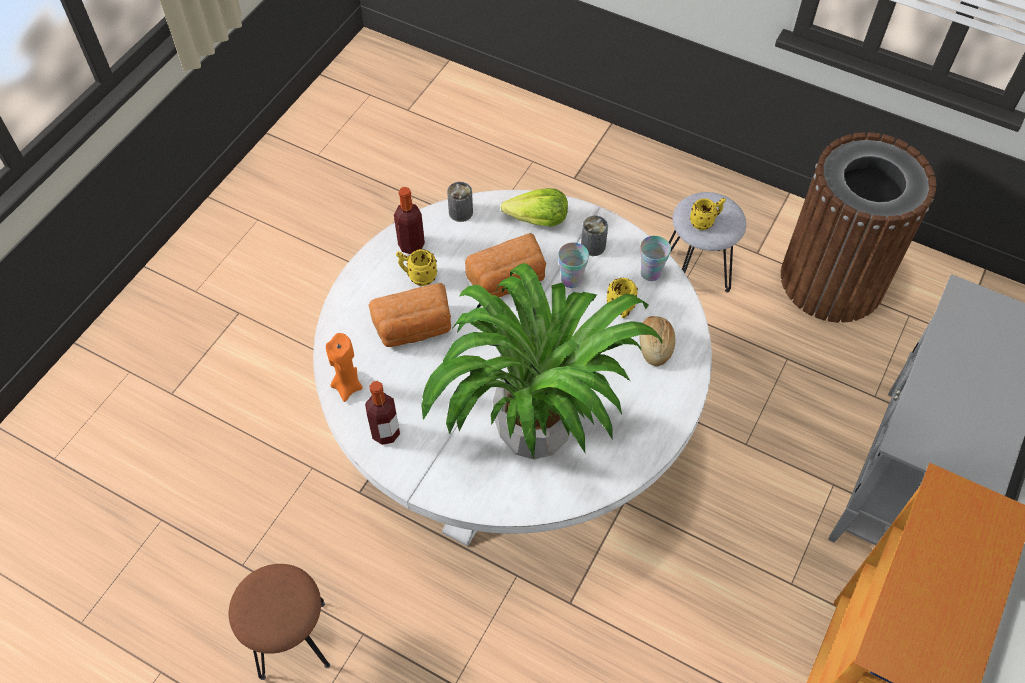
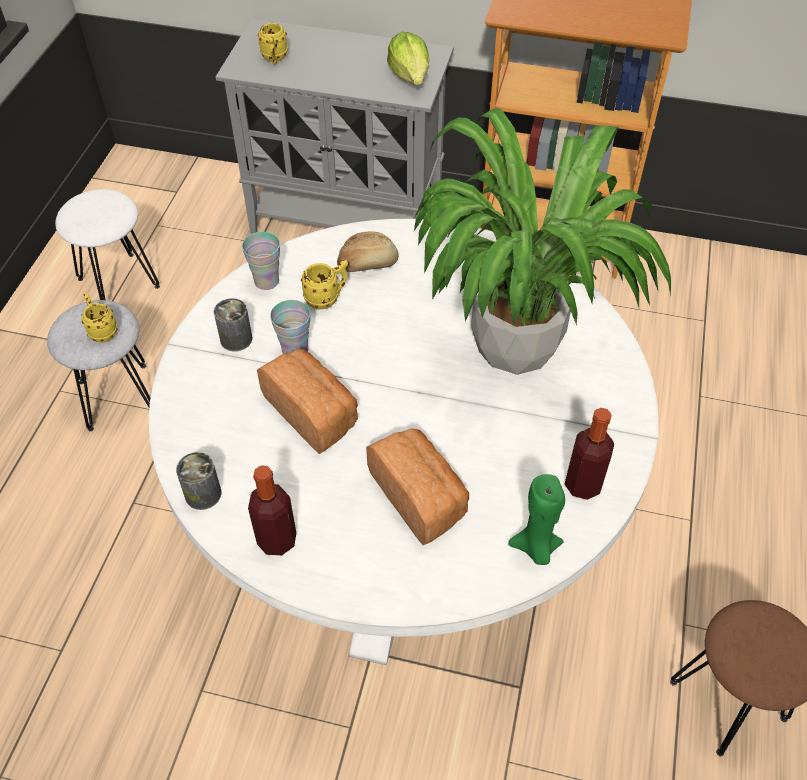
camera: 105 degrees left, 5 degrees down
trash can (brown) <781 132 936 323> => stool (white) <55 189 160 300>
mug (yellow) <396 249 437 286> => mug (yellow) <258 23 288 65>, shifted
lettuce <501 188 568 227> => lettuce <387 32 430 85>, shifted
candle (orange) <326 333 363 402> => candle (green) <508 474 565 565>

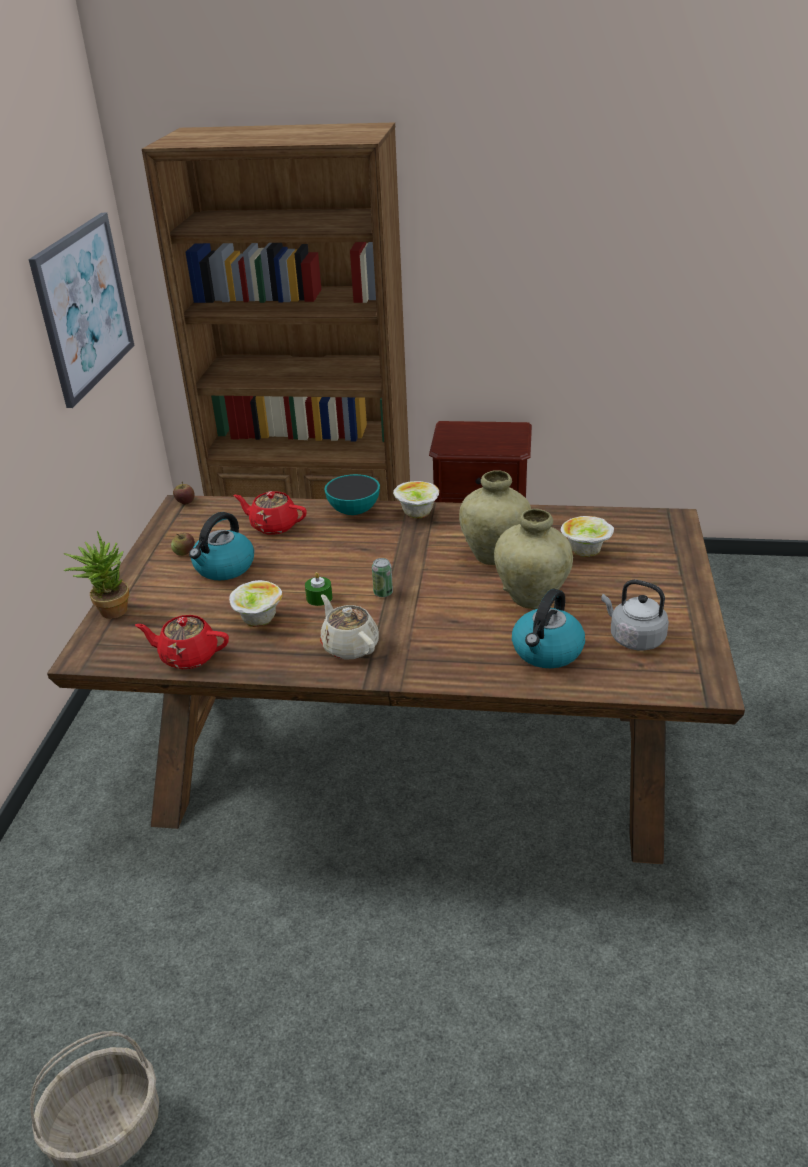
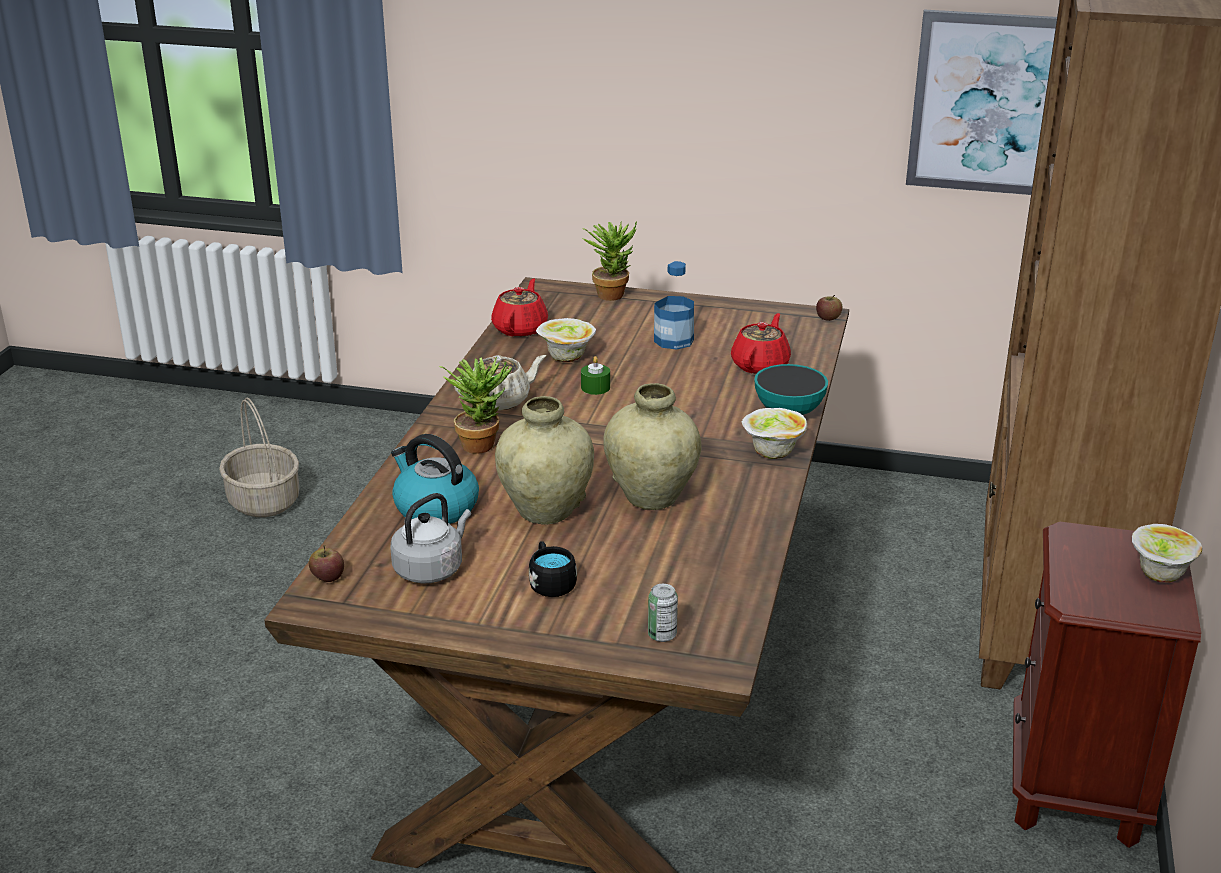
camera: 95 degrees right, 5 degrees down
apple <171 533 195 556> => apple <309 545 344 582>, shifted
nothing => potted plant <439 356 512 454>
nothing => mug (black) <529 541 577 597>
can <372 558 393 597> => can <648 584 678 642>, shifted
kettle <189 512 254 580> => bottle <654 261 694 350>
bowl <561 516 614 557> => bowl <1132 524 1202 582>, shifted

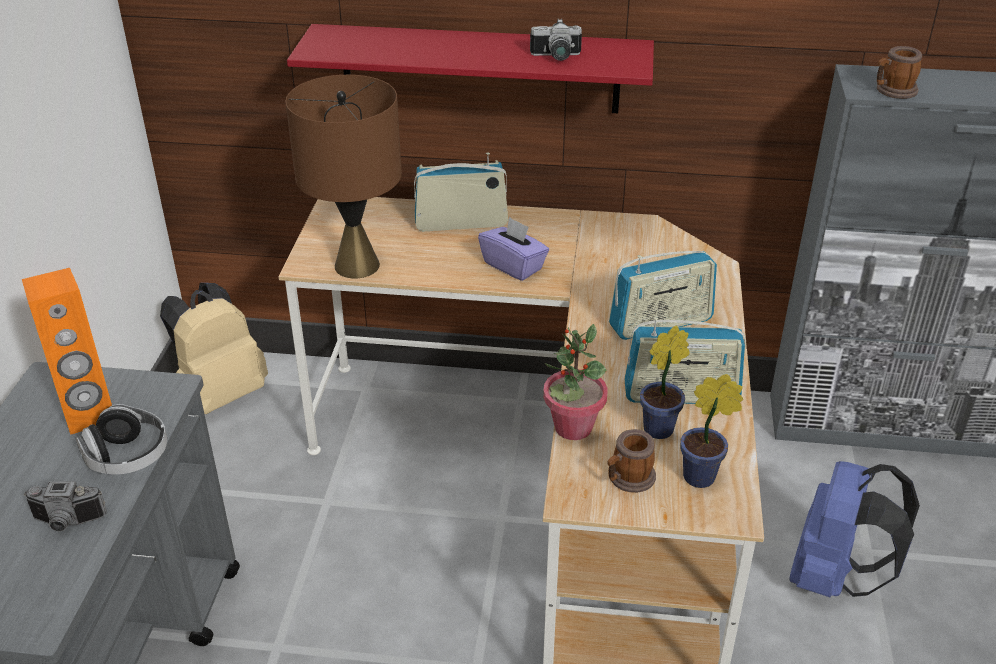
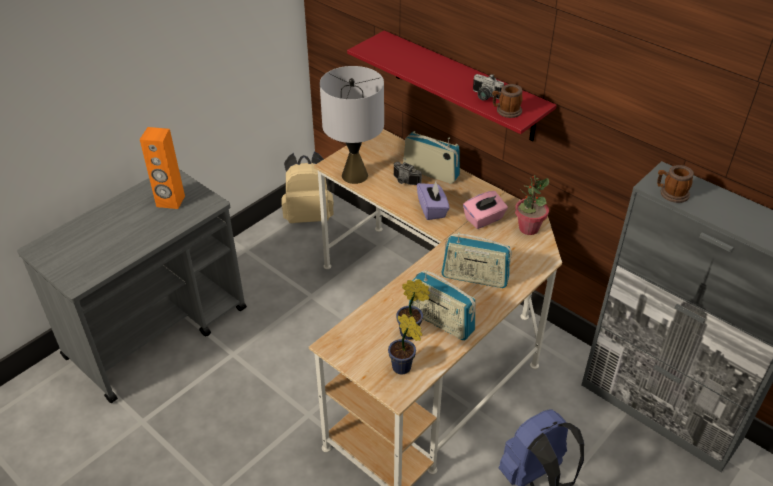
camera: 35 degrees right, 5 degrees up
table lamp (brown) <285 75 402 279> => table lamp (grey) <320 66 384 184>
photo camera <24 481 107 531> => photo camera <393 162 422 185>, shifted
nothing => tissue box (pink) <463 191 508 229>
mug <607 429 656 493> => mug <492 84 523 118>, shifted
potted plant <543 324 608 440> => potted plant <515 175 549 235>, shifted
headphones <76 404 167 475> => nothing

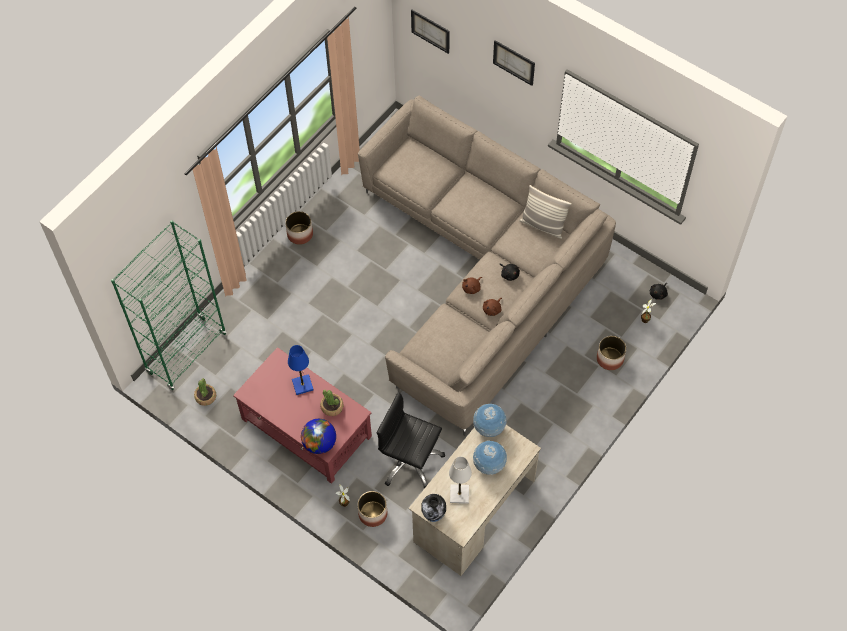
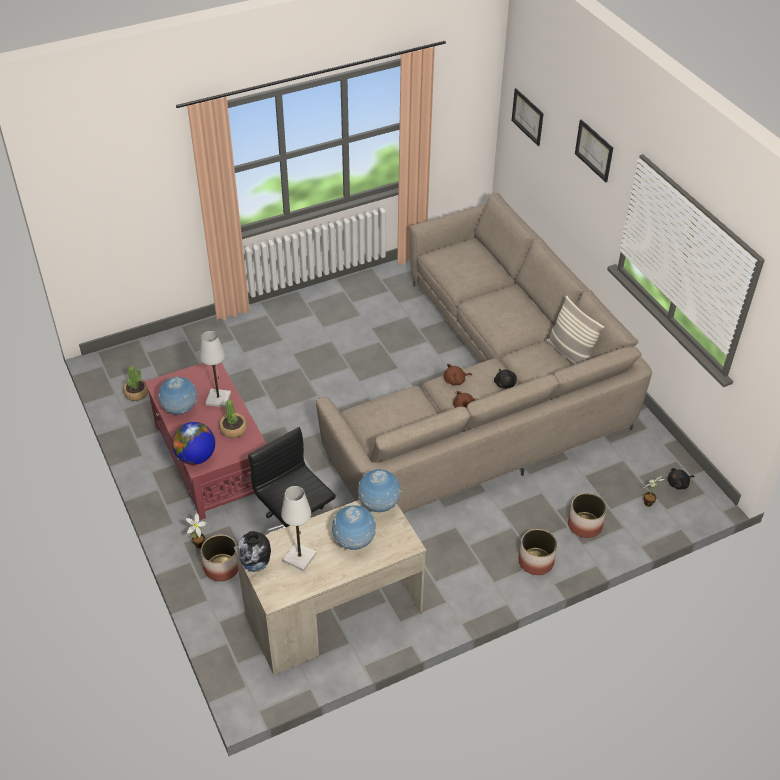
camera: 25 degrees right, 15 degrees down
nothing => globe <158 377 197 415>
table lamp (blue) <288 345 314 395> => table lamp (white) <200 331 231 408>
planter <285 211 313 245> => planter <519 529 557 575>, shifted
bookcase (green) <111 220 226 391> => nothing

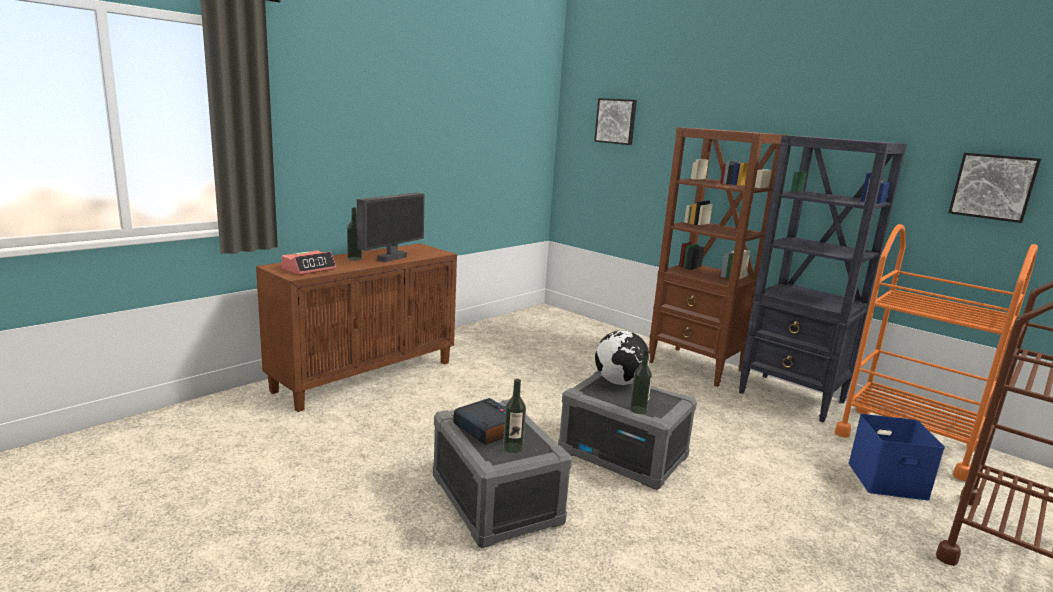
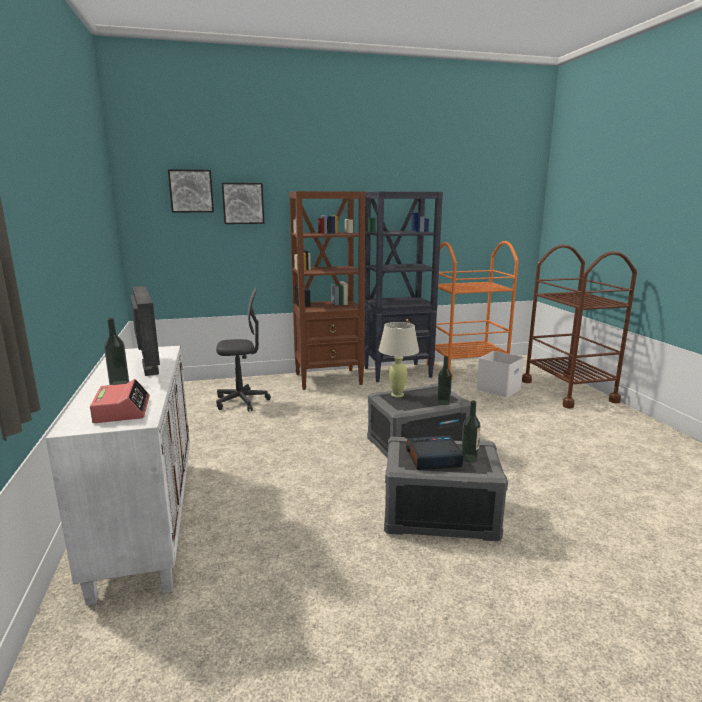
camera: 55 degrees left, 0 degrees up
cabinet (brown) <256 243 457 412> => cabinet (white) <46 346 190 606>
nothing => office chair (grey) <216 287 271 412>
picture <948 153 1041 223> => picture <222 183 264 224>, shifted
globe <595 330 650 385> => table lamp (beige) <379 322 419 397>
storage box (blue) <848 414 945 501> => storage box (white) <476 351 524 398>

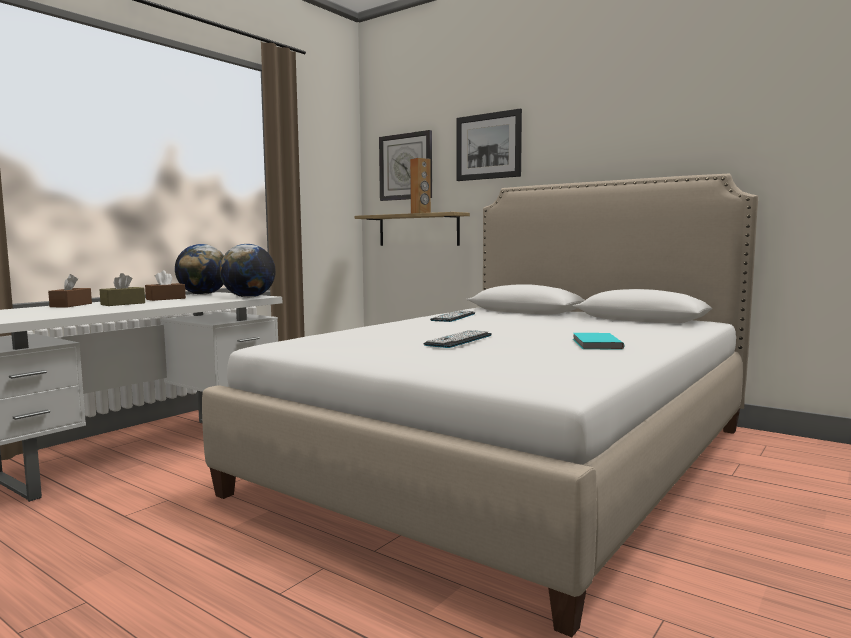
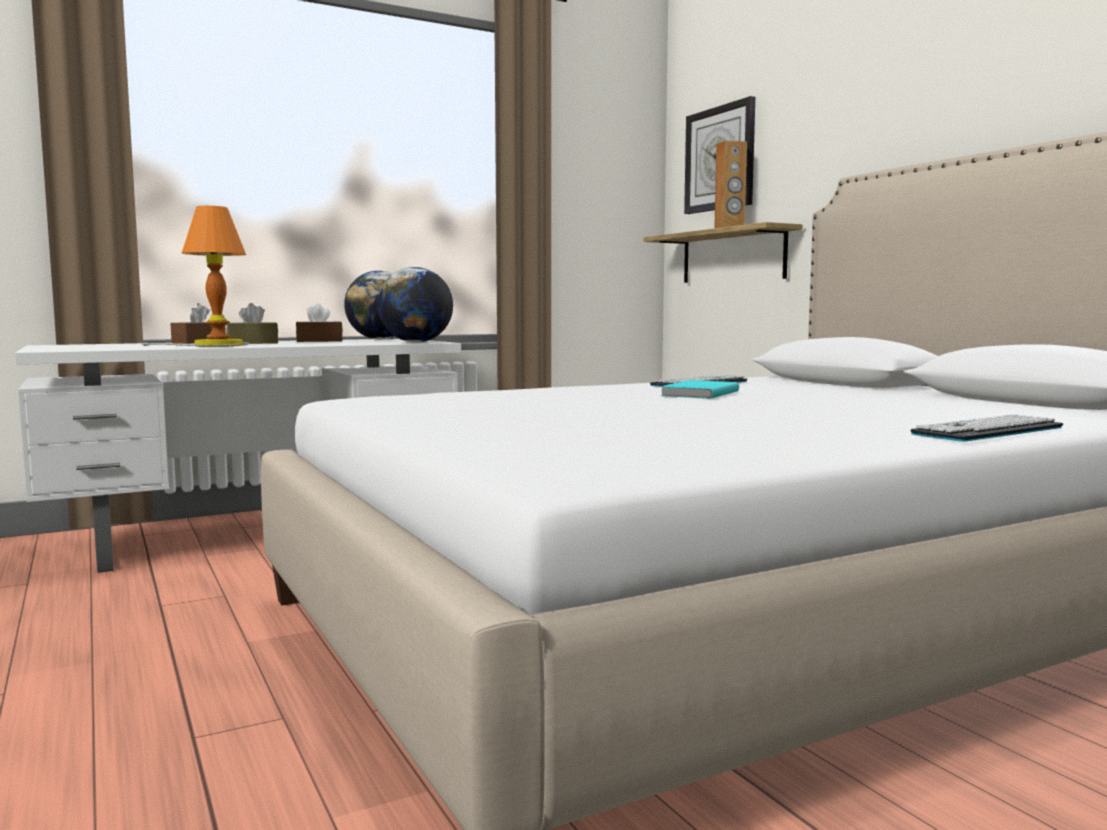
camera: 25 degrees right, 0 degrees up
nothing => table lamp <143 206 249 347>
book (turquoise) <573 333 624 350> => book (turquoise) <660 380 739 399>, shifted
keyboard <424 330 492 348> => keyboard <910 414 1063 442>, shifted
picture <457 108 522 181> => nothing

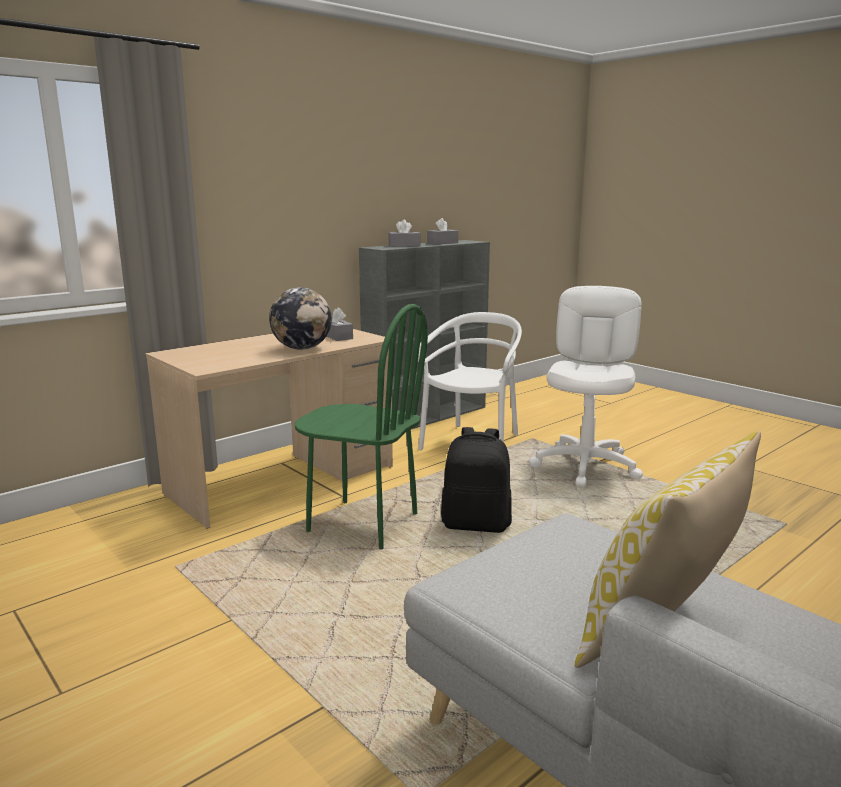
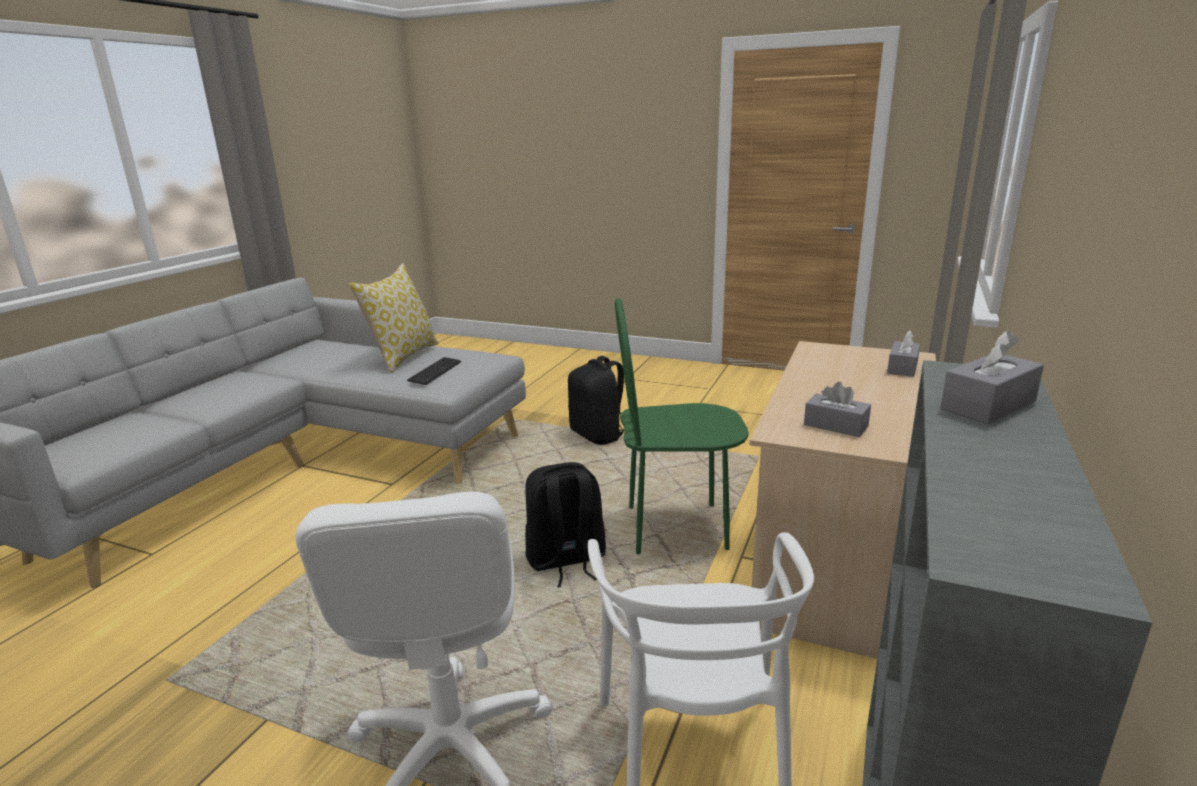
camera: 155 degrees right, 5 degrees up
nothing => keyboard <407 357 461 385>
nothing => backpack (black) <568 356 625 445>
tissue box (grey) <427 218 458 245> => tissue box (grey) <887 330 920 377>, shifted
globe <269 287 332 350> => nothing

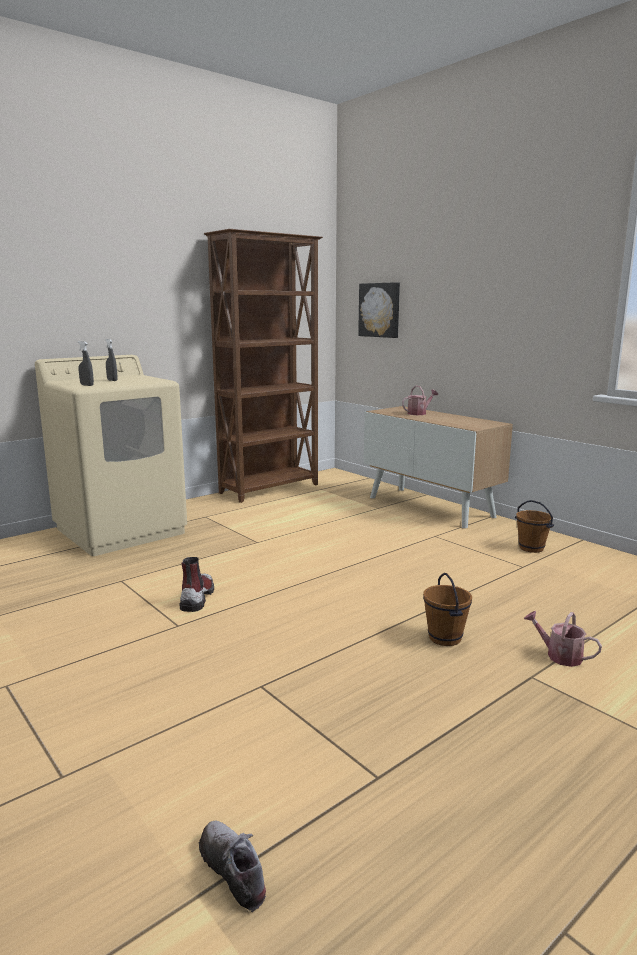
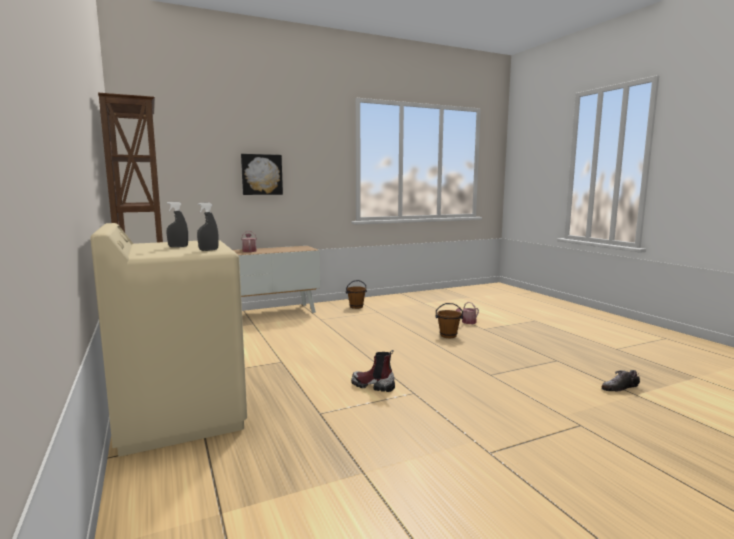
camera: 75 degrees left, 5 degrees down
picture <358 282 400 338> => picture <241 154 283 195>, shifted

